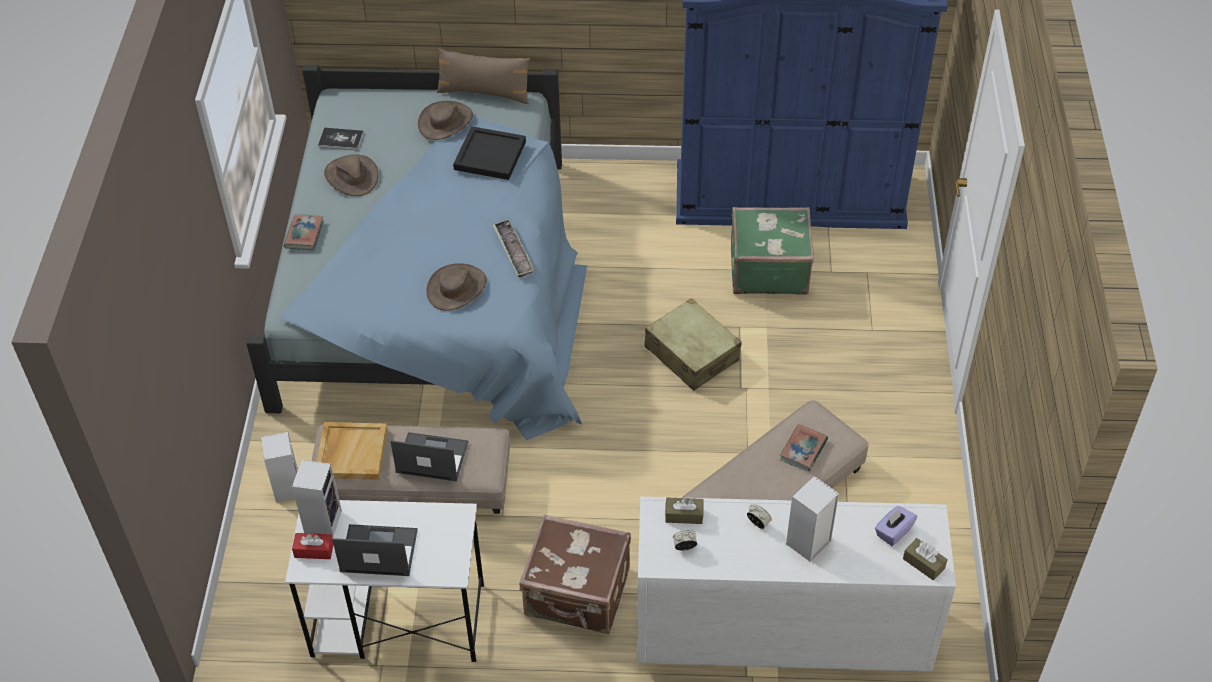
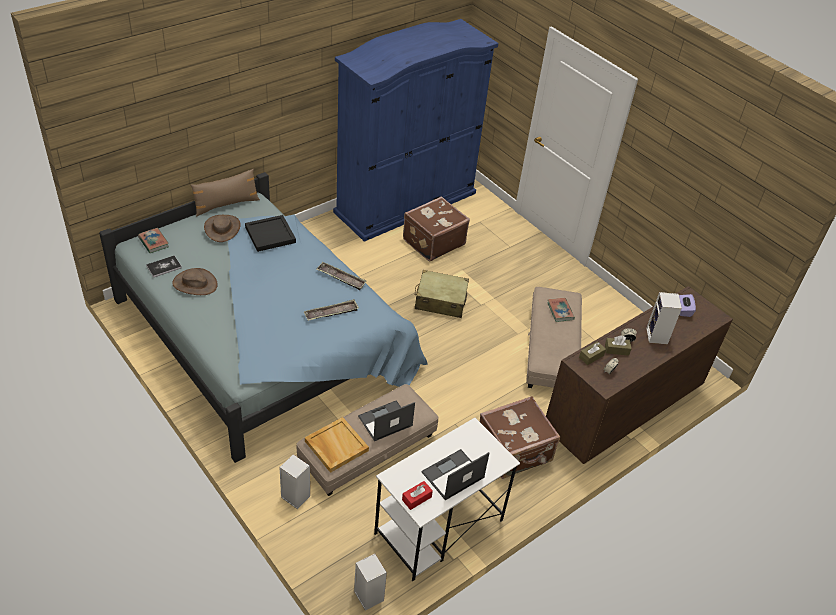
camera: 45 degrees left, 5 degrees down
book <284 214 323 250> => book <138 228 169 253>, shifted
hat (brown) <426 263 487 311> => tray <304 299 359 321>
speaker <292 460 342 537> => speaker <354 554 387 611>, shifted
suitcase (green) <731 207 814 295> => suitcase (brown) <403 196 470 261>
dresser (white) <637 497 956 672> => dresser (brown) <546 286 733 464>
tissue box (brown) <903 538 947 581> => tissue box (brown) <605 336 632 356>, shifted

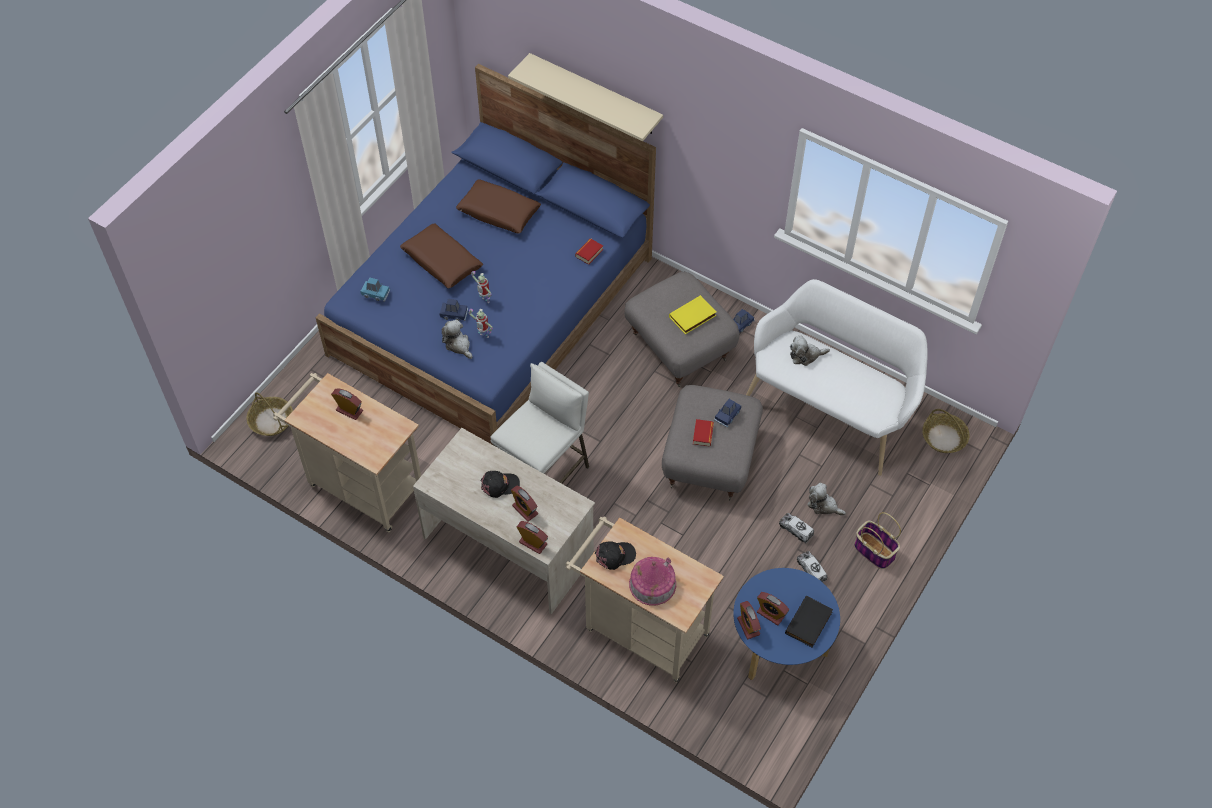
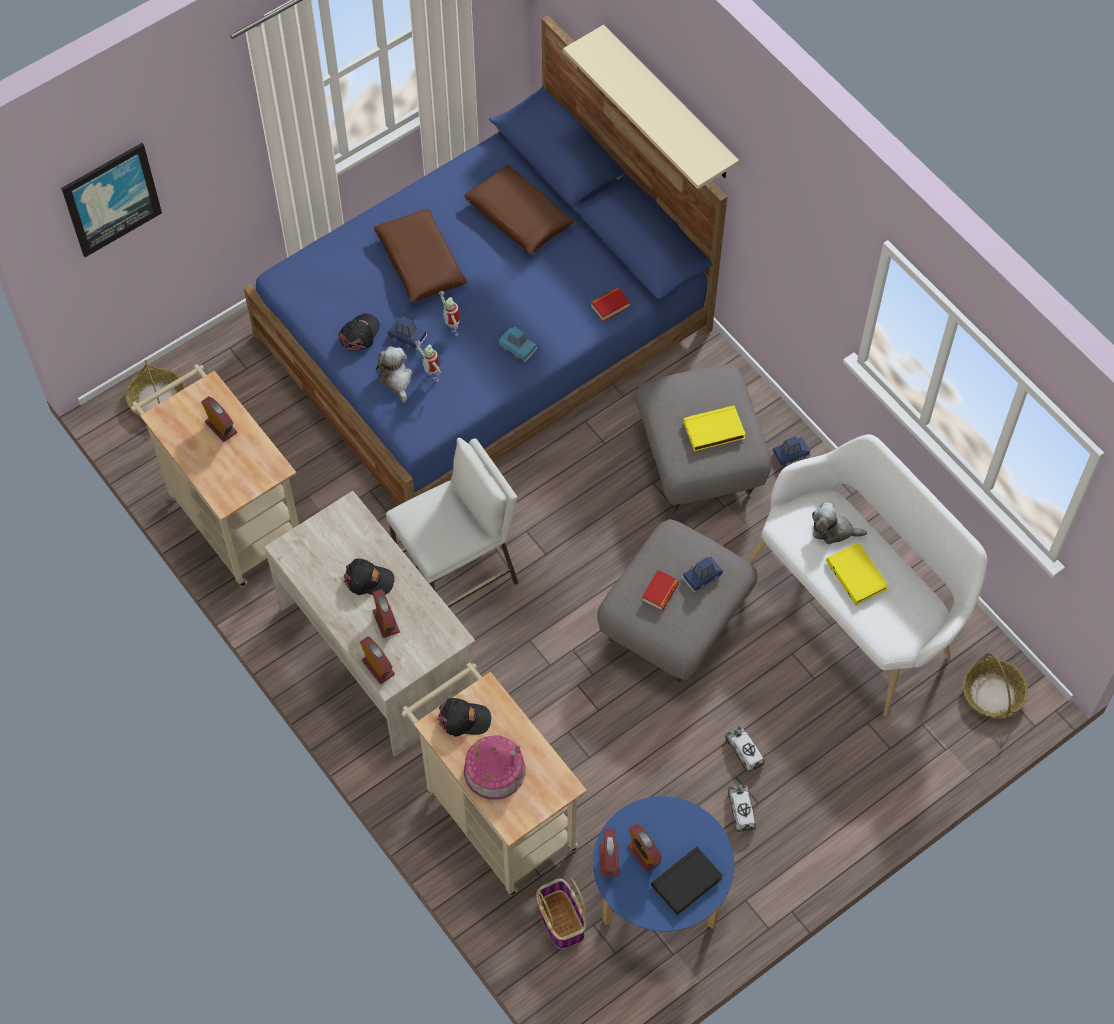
camera: 20 degrees right, 5 degrees up
nothing => picture <61 143 162 257>
nothing => cap (black) <338 314 380 352>
toy car (blue) <360 277 390 302> => toy car (blue) <498 326 537 363>, shifted
basket <854 512 901 569> => basket <536 877 586 949>, shifted
nothing => book (yellow) <826 542 888 605>
plush toy <807 483 846 516> => nothing

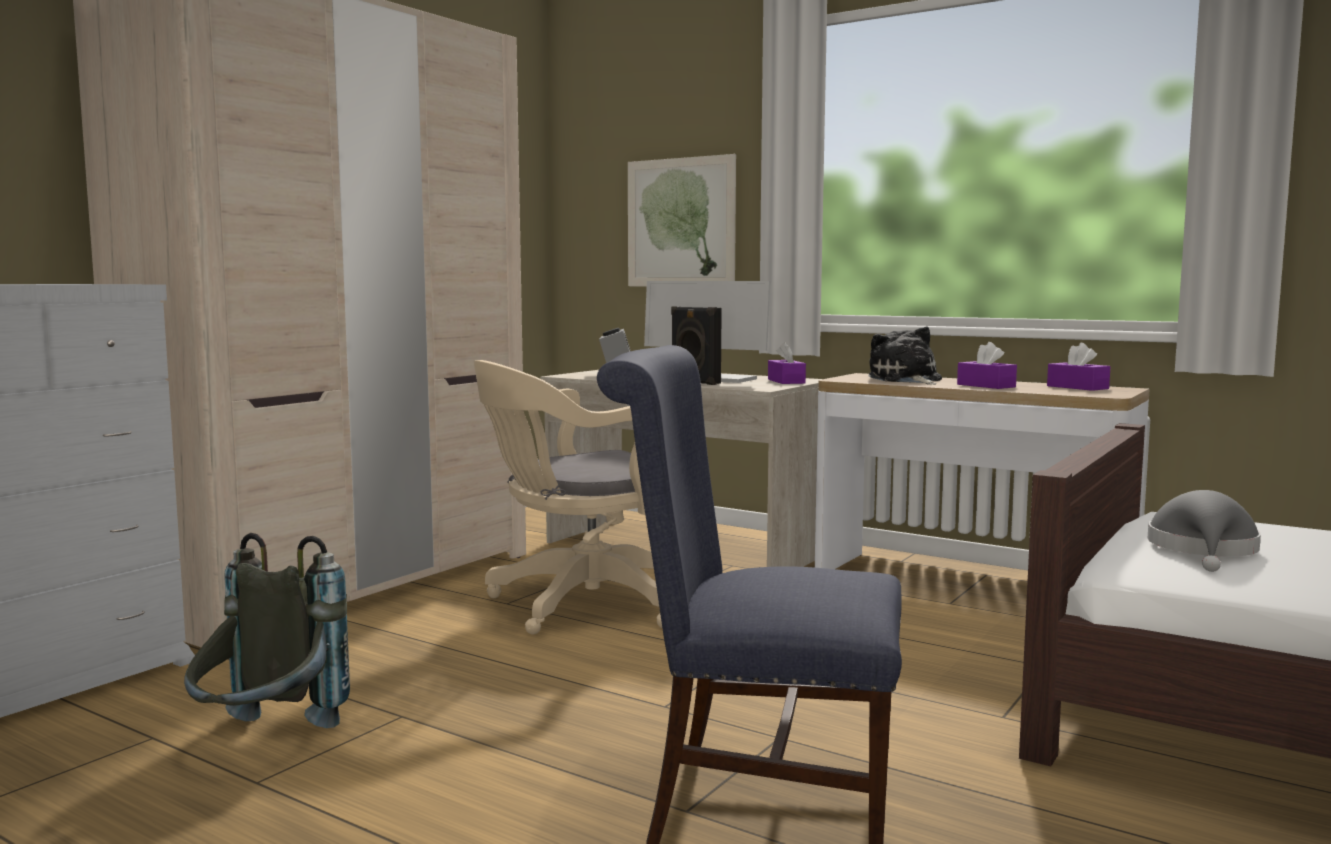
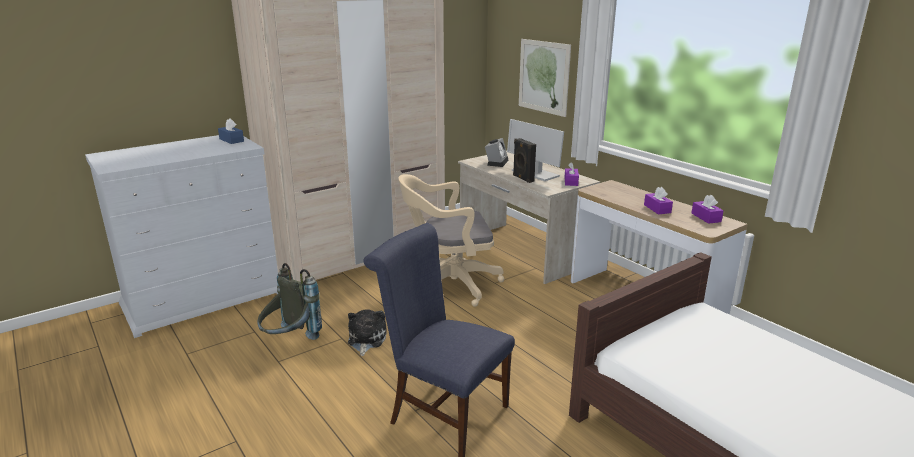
camera: 20 degrees right, 15 degrees up
nothing => tissue box (blue) <218 118 244 144>
plush toy <869 326 942 384> => plush toy <348 309 387 356>, shifted
hat (grey) <1147 490 1261 572> => nothing

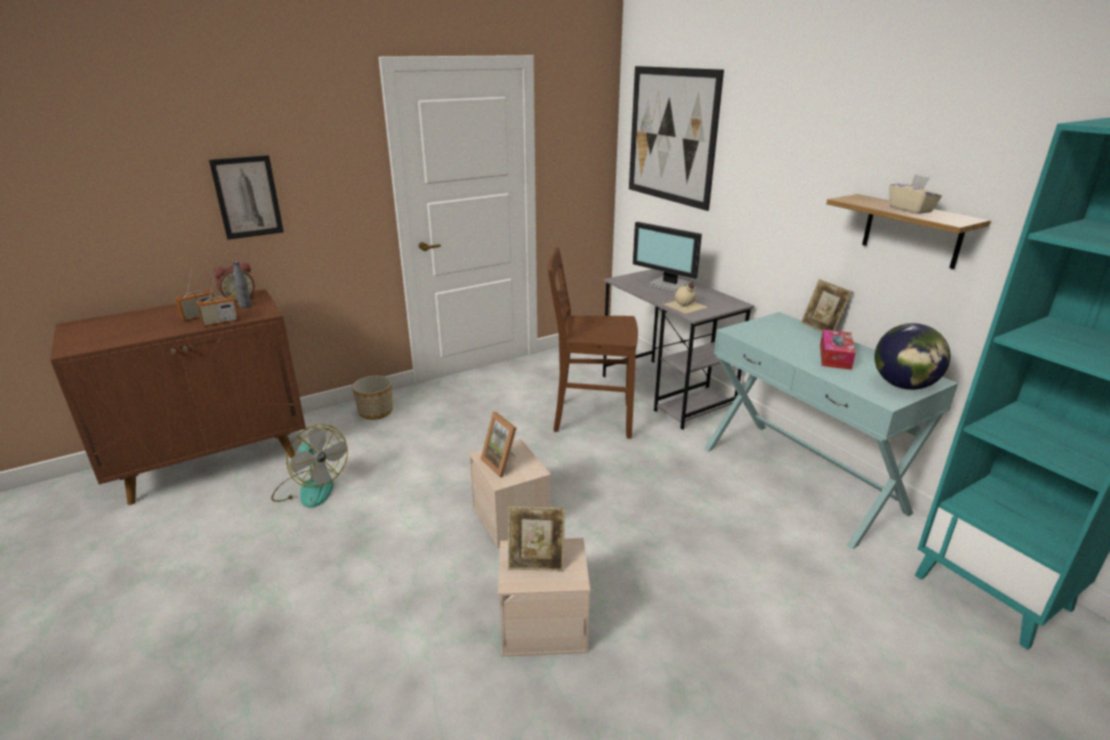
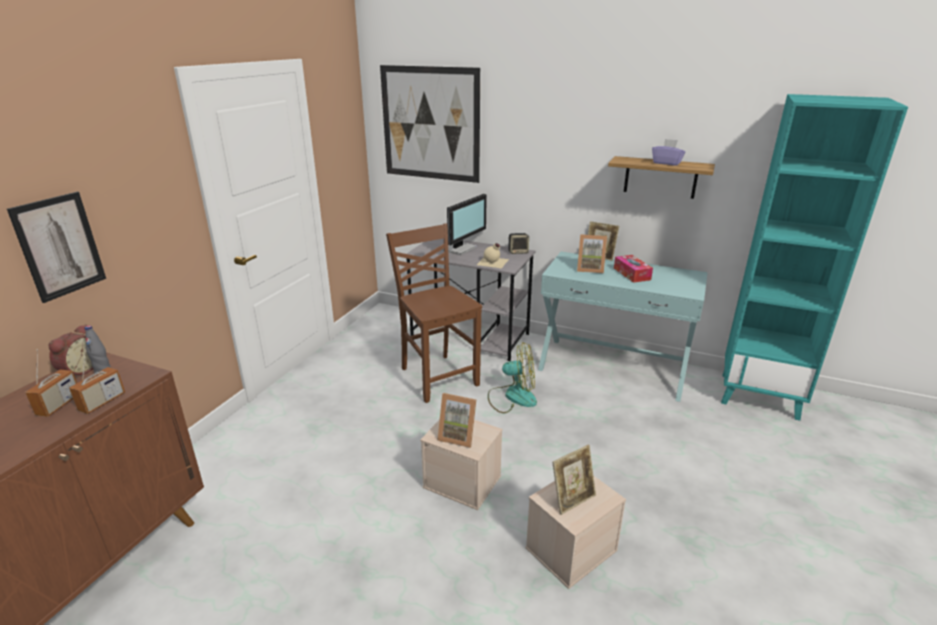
camera: 35 degrees left, 0 degrees up
chair (brown) <548 247 638 439> => chair (brown) <386 223 482 403>, 90 degrees clockwise
monitor <633 222 702 292> => monitor <442 194 487 255>, 60 degrees counterclockwise
fan <271 424 348 508> => fan <488 342 537 413>, shifted
nothing => speaker <508 233 529 254>
nothing => picture frame <577 234 607 273>
tissue box (beige) <889 174 942 214> => tissue box (purple) <652 139 685 166>
planter <352 376 393 420> => nothing
globe <874 323 950 390> => nothing

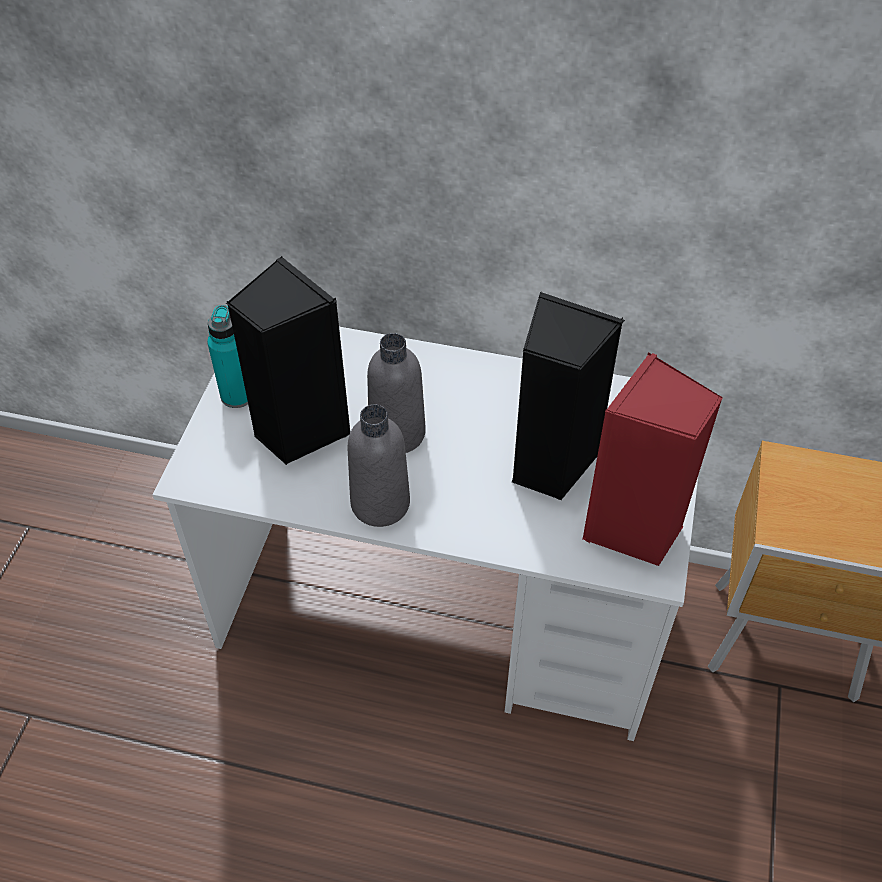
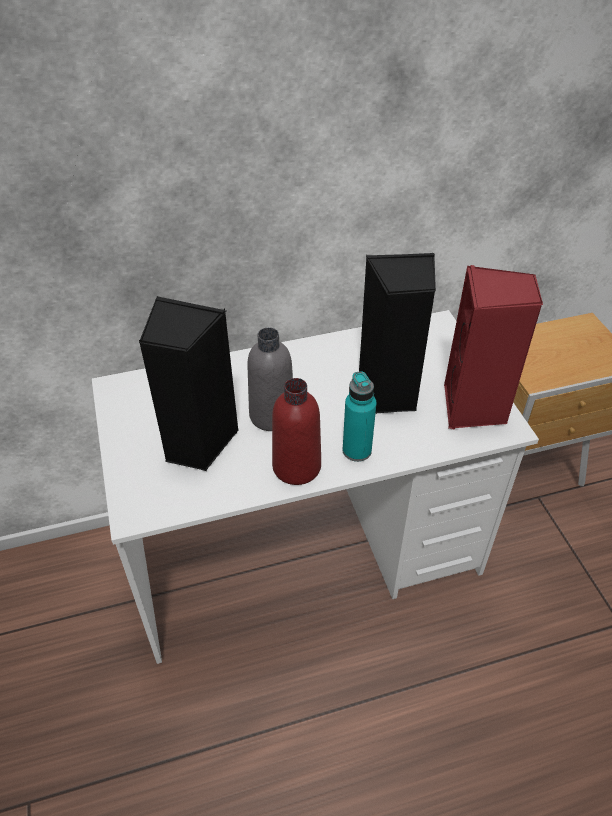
camera: 30 degrees left, 5 degrees down
bottle (grey) <347 404 410 527> => bottle (red) <272 378 321 485>
bottle (turquoise) <207 305 248 408> => bottle (turquoise) <343 371 377 462>, shifted

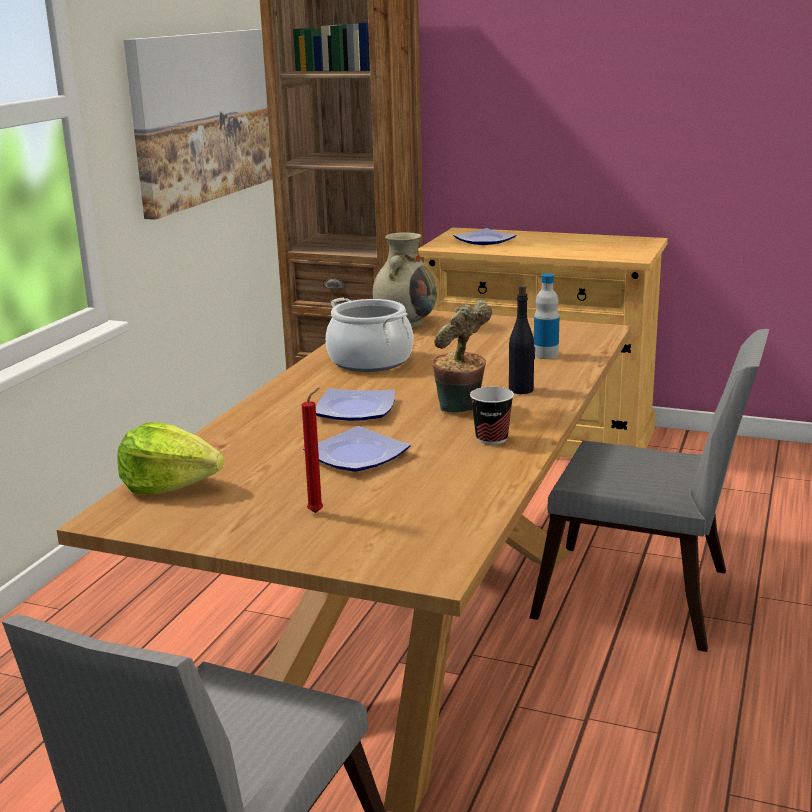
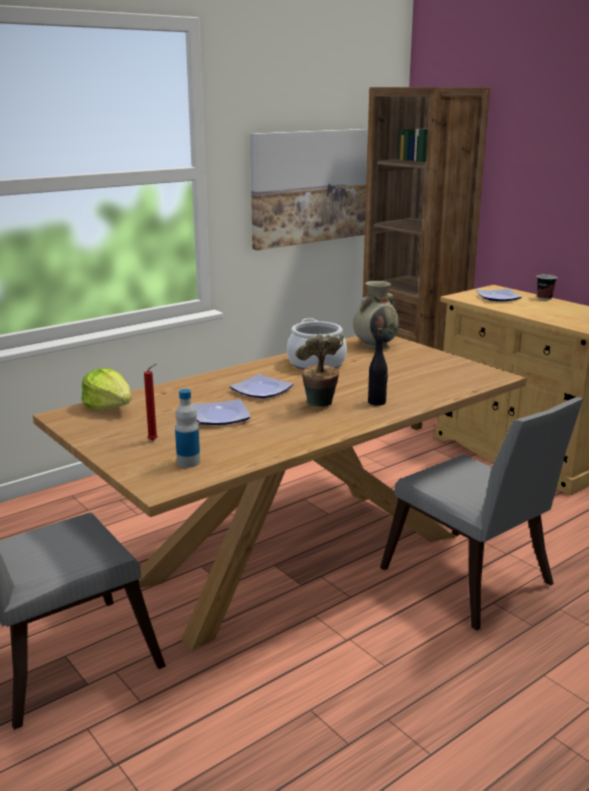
camera: 30 degrees right, 0 degrees up
bottle <534 273 559 359> => bottle <175 389 200 468>, shifted
cup <470 387 514 445> => cup <537 274 557 300>, shifted

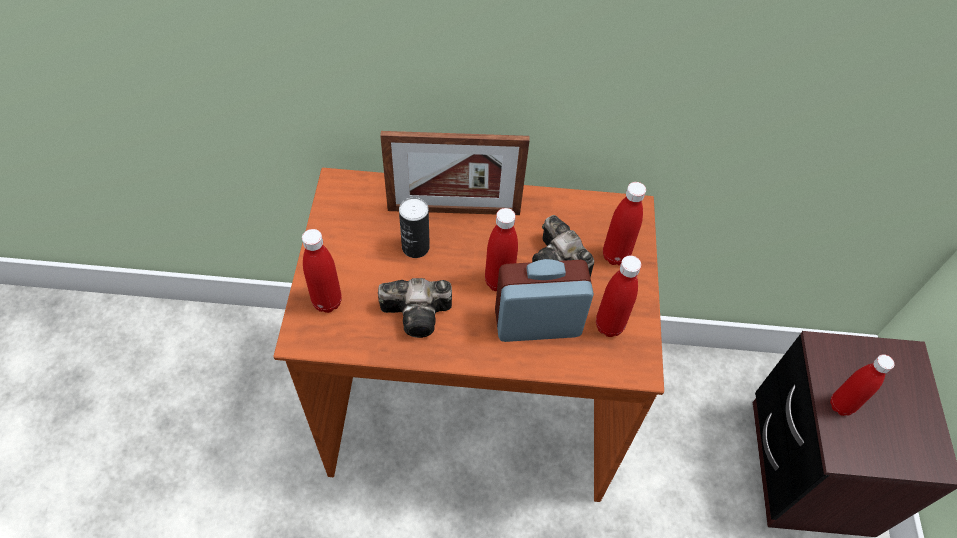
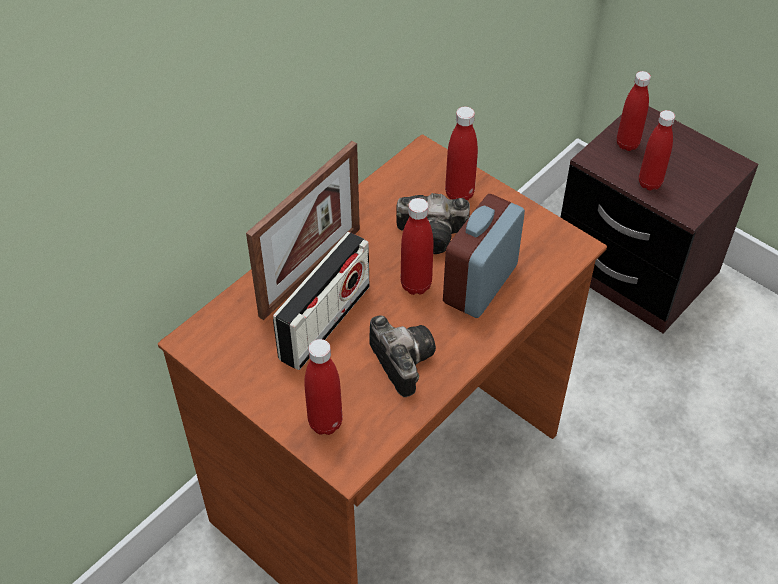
camera: 50 degrees left, 5 degrees down
can <399 197 430 258> => radio <273 232 370 370>
photo camera <378 278 452 338> => photo camera <369 315 436 397>, 60 degrees counterclockwise
bottle (red) <596 255 641 337> => bottle (red) <617 71 651 151>, shifted

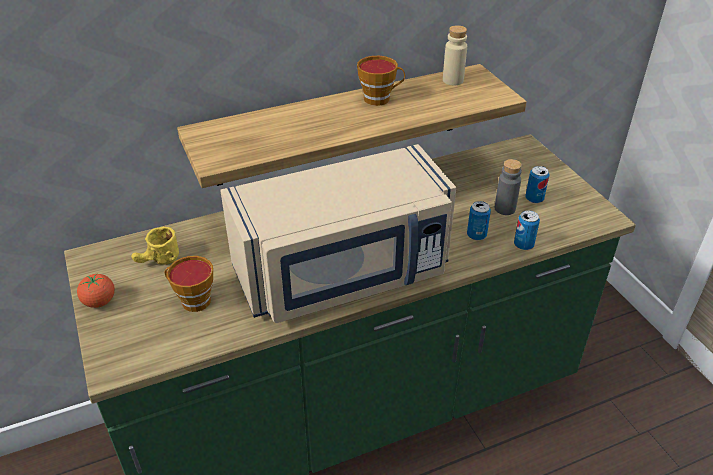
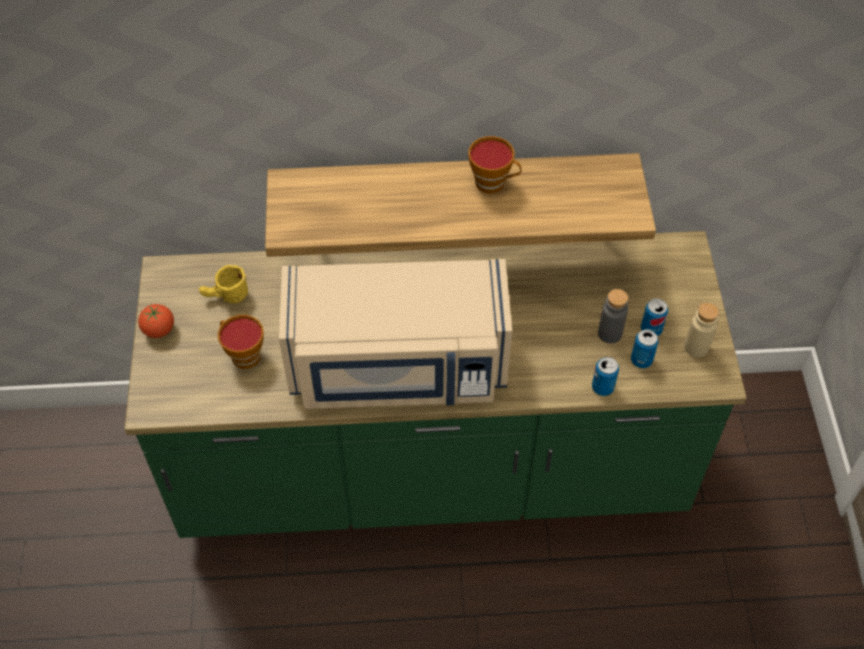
camera: 20 degrees right, 15 degrees up
can <467 201 491 240> => can <631 329 659 368>, shifted
bottle (beige) <443 25 467 85> => bottle (beige) <684 303 719 357>, shifted

